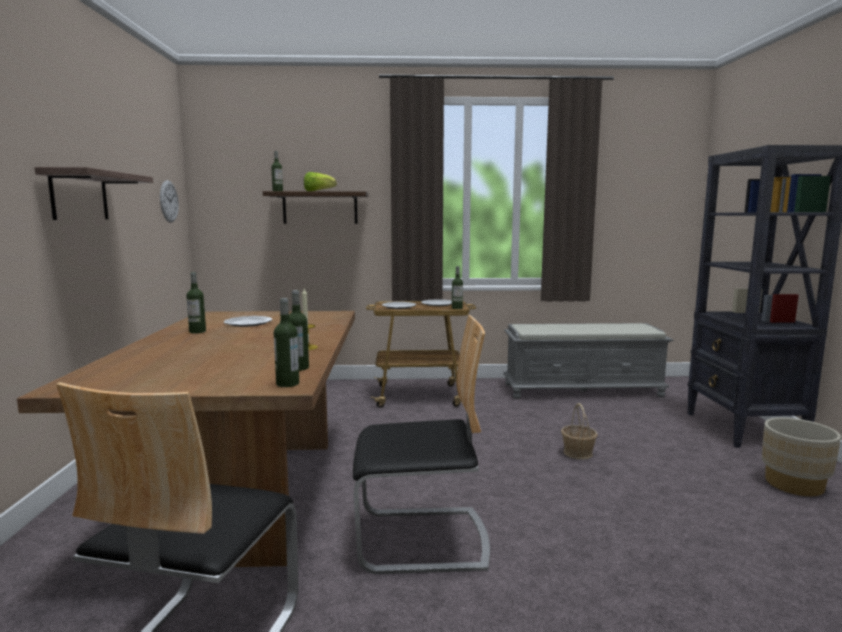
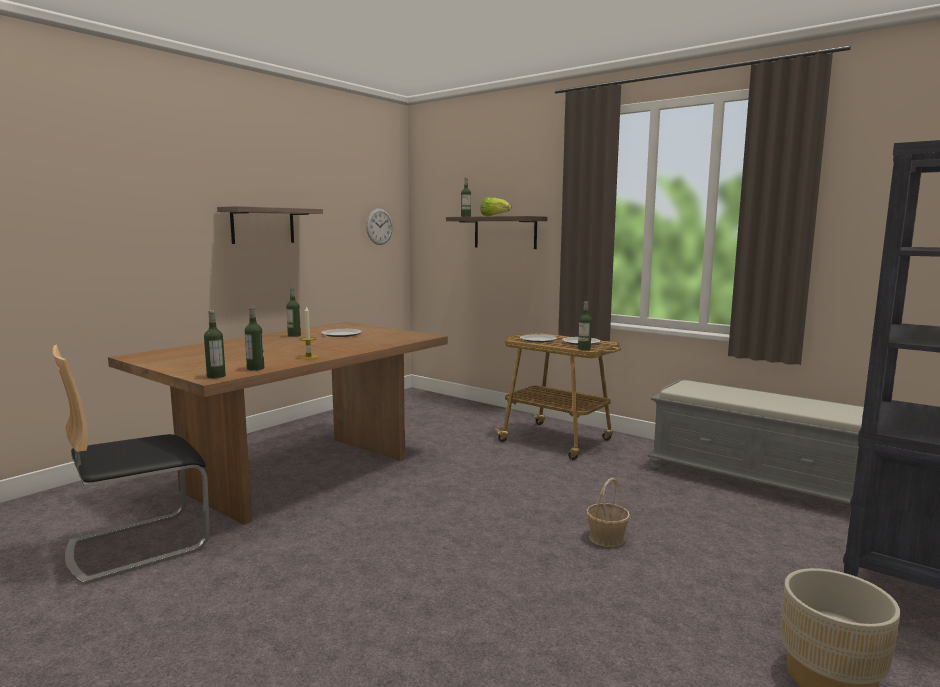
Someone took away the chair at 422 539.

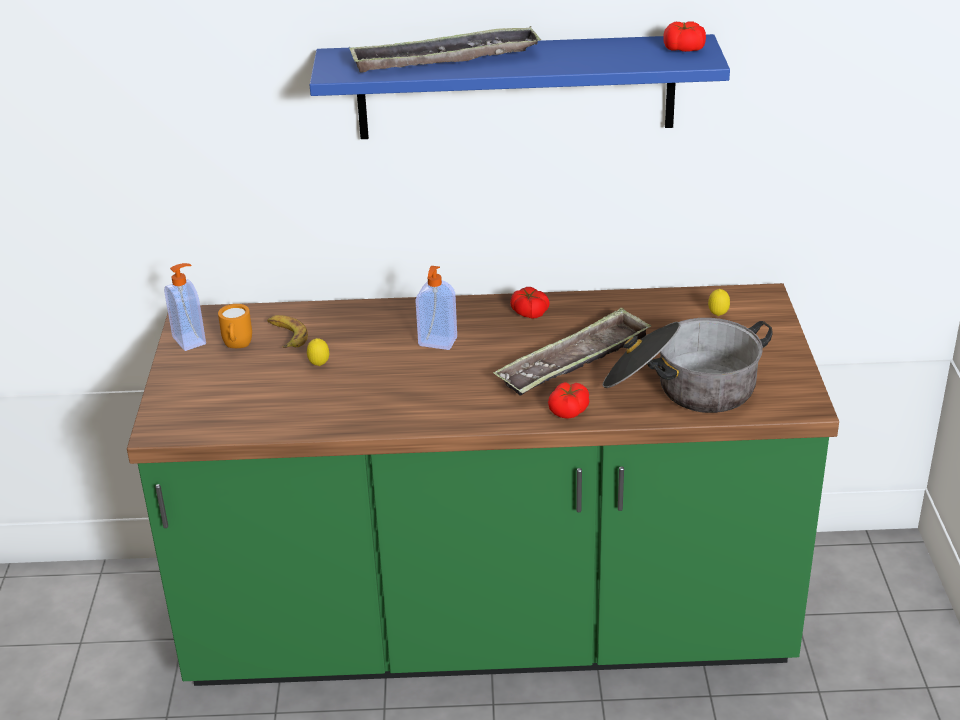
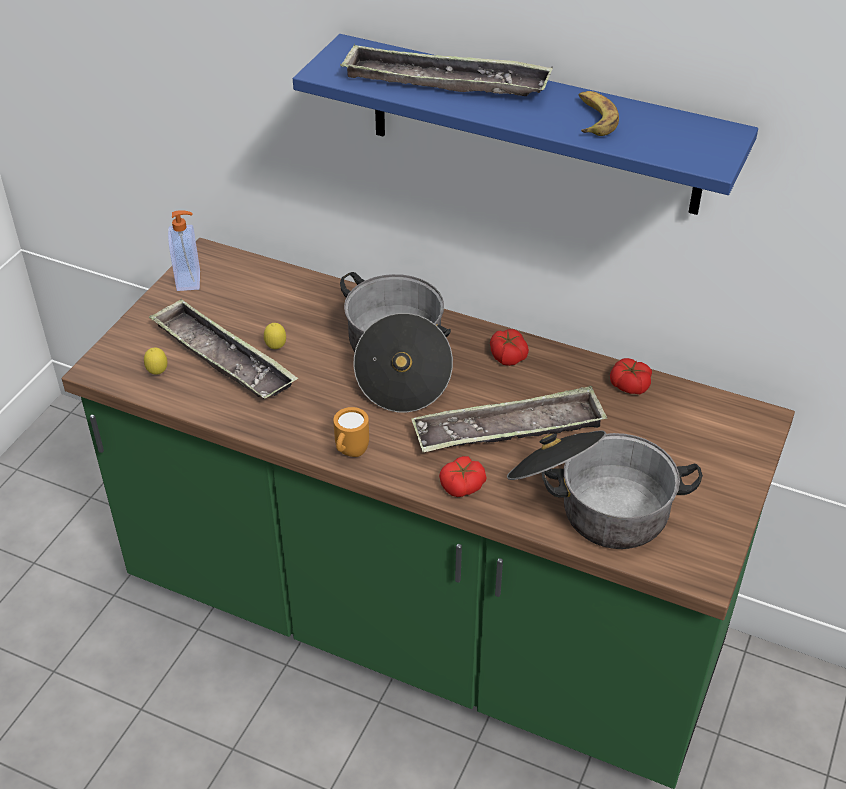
Someone put down the tray at 222 358. Someone carried the orange mug from 237 347 to 350 453. Someone carried the banana from 286 335 to 593 119. Someone carried the tomato from 684 49 to 629 385. Someone carried the lemon from 718 315 to 158 373. Someone swapped the soap dispenser at 437 342 for the cooking pot at 397 360.

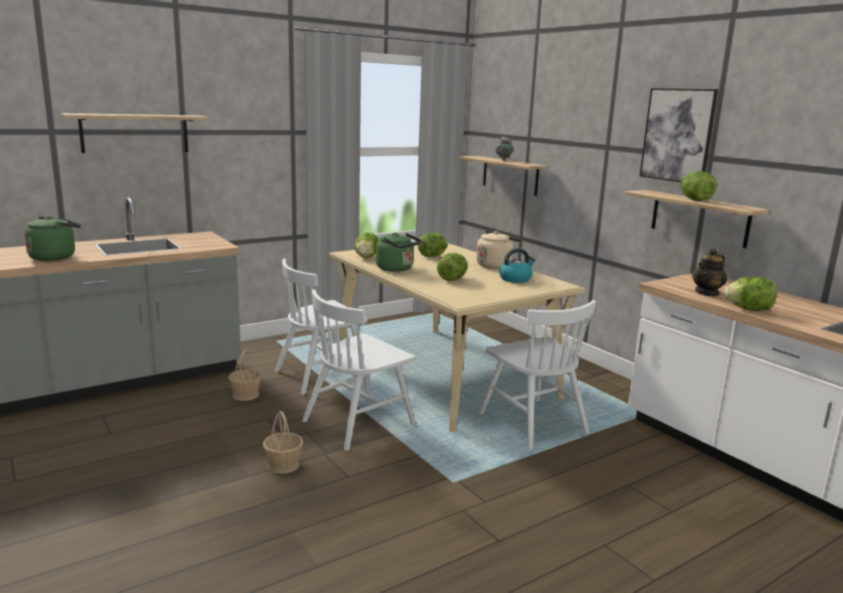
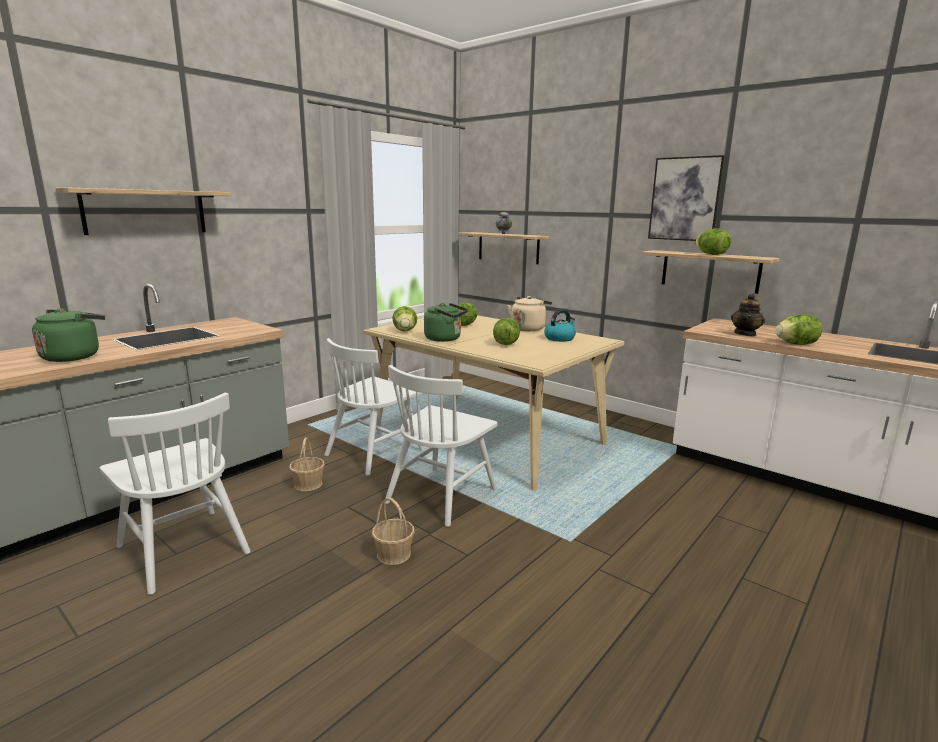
Someone carried the white chair from 532 422 to 183 549.

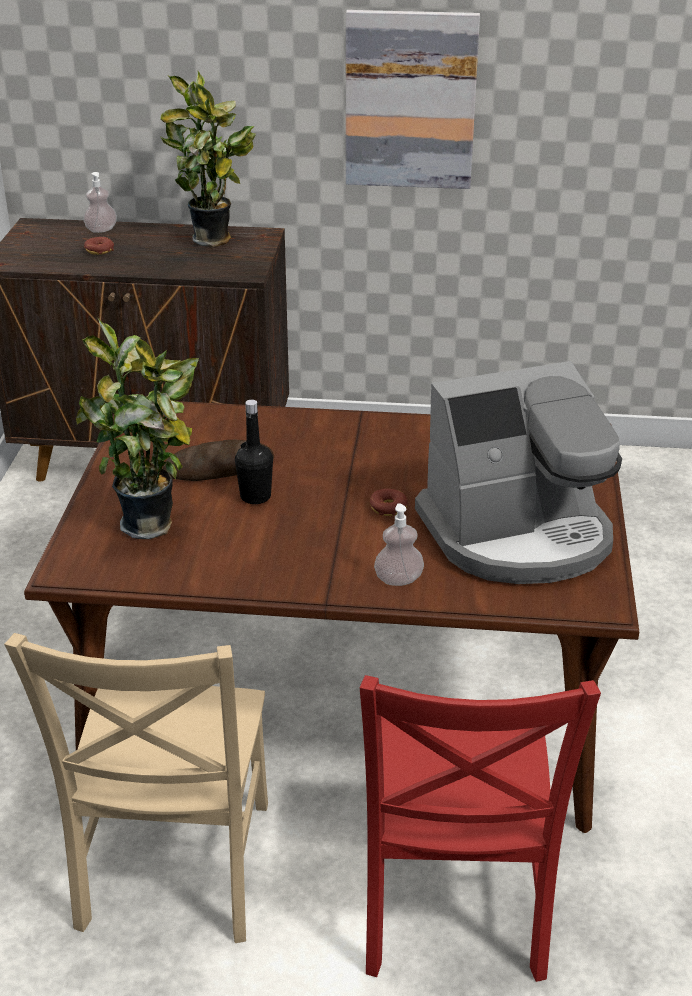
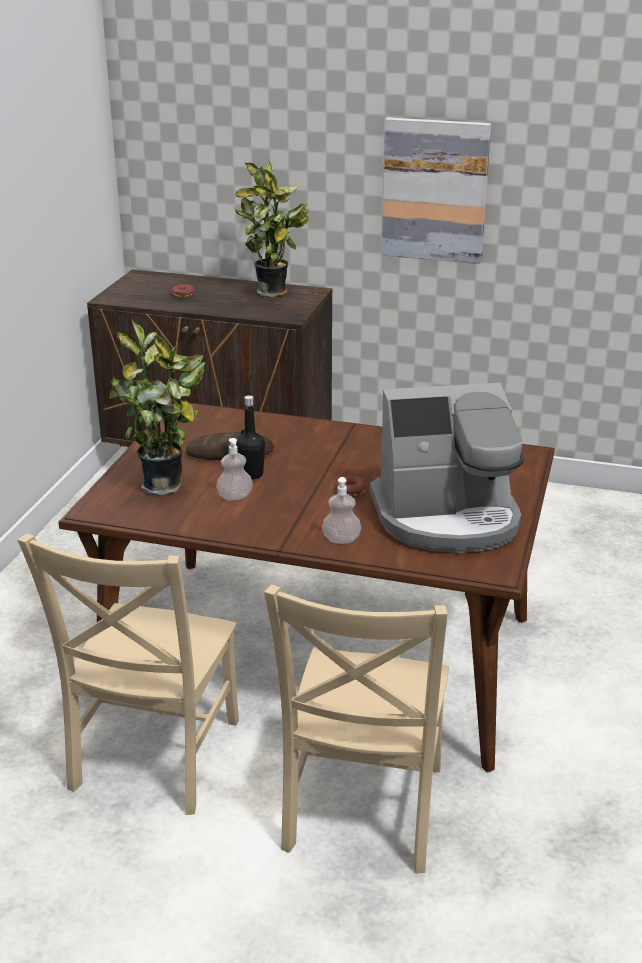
Someone carried the soap dispenser from 101 230 to 235 497. Someone repainted the red chair at 451 909, which became the beige chair at 362 813.

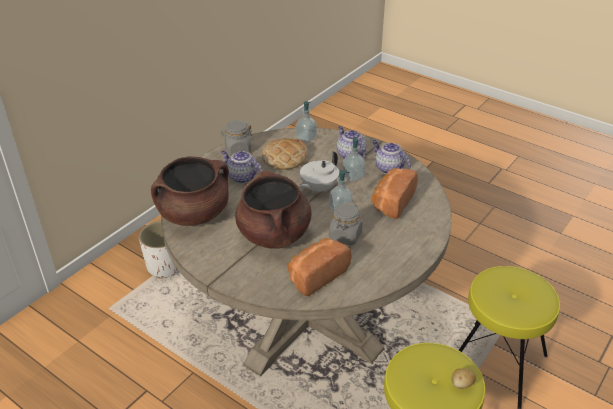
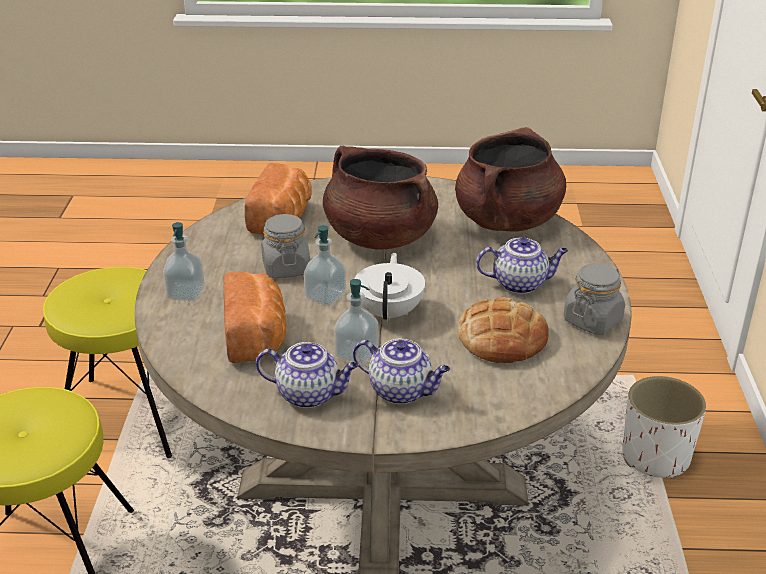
Someone took away the potato at 461 384. Someone carried the soap dispenser from 306 138 to 186 293.

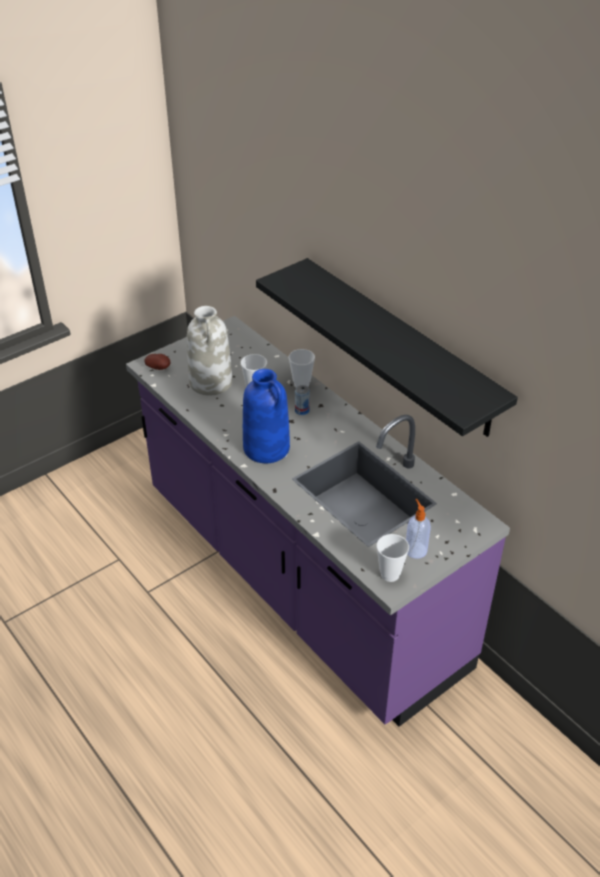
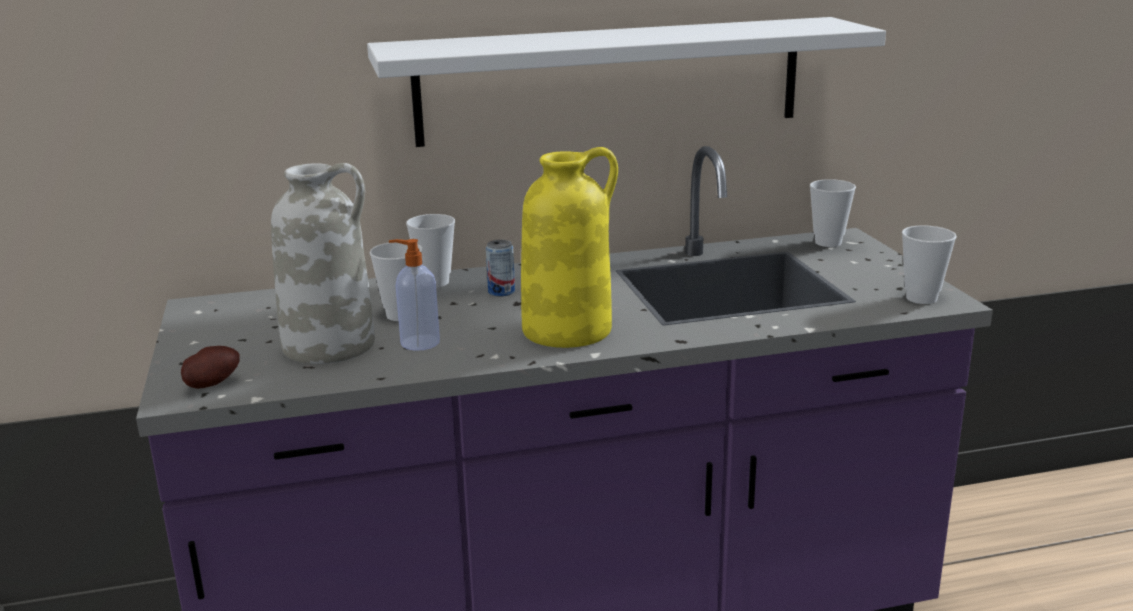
Someone put down the cup at 828 242. Someone carried the soap dispenser from 415 549 to 418 343. Someone repainted the blue vase at 267 448, which became the yellow vase at 568 329. Someone repainted the black shelf at 400 347, which became the white shelf at 611 81.

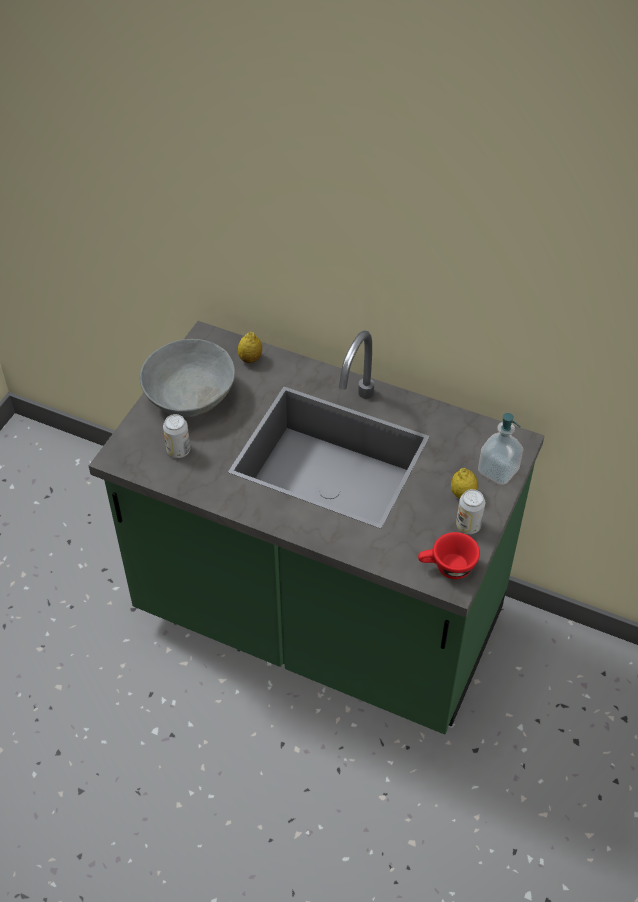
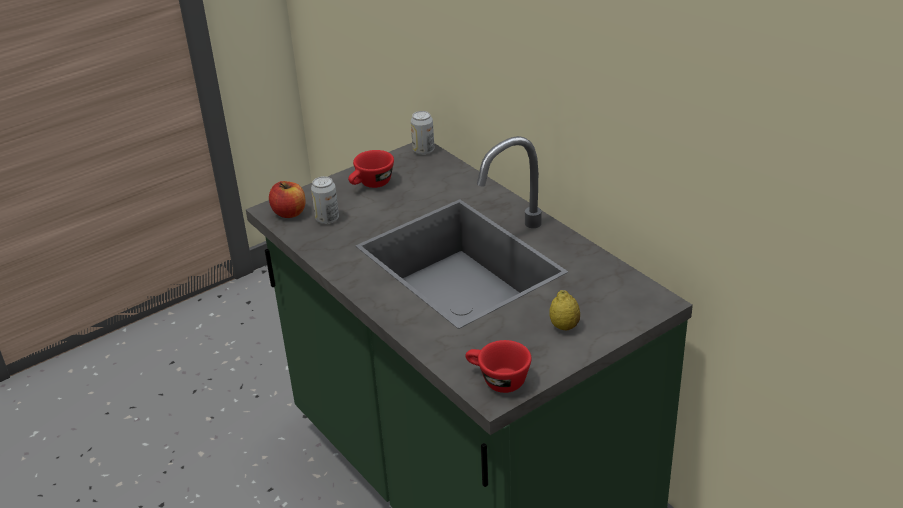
Someone took away the lemon at 250 359. Someone took away the soap dispenser at 498 471. Someone put down the apple at 289 213. Someone carried the can from 468 525 to 423 151. Someone swapped the grey bowl at 189 395 for the red cup at 371 184.

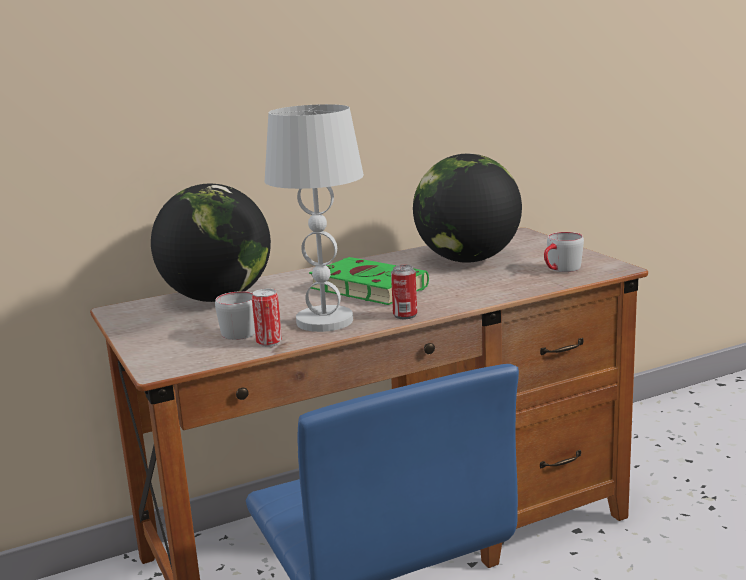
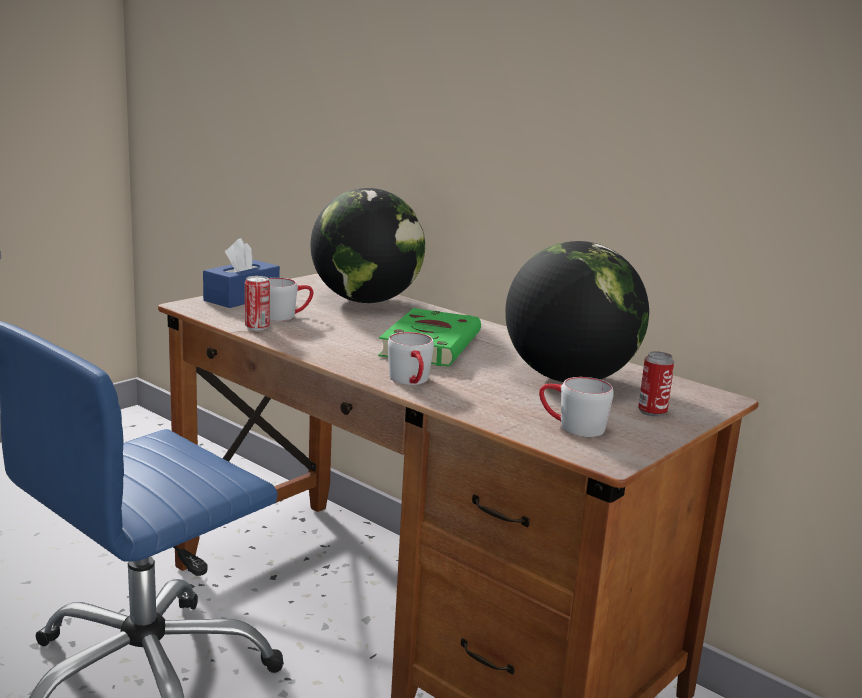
Someone took away the white table lamp at 325 321. Someone put down the blue tissue box at 242 297. Someone put down the grey mug at 412 381. Someone carried the can from 405 315 to 652 411.

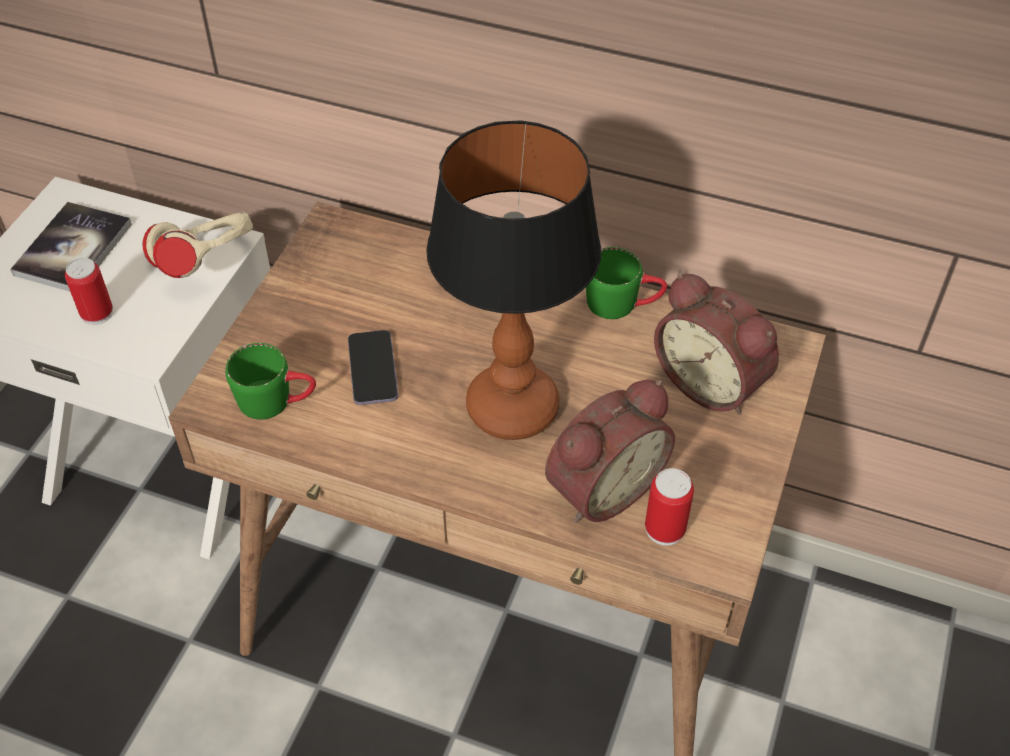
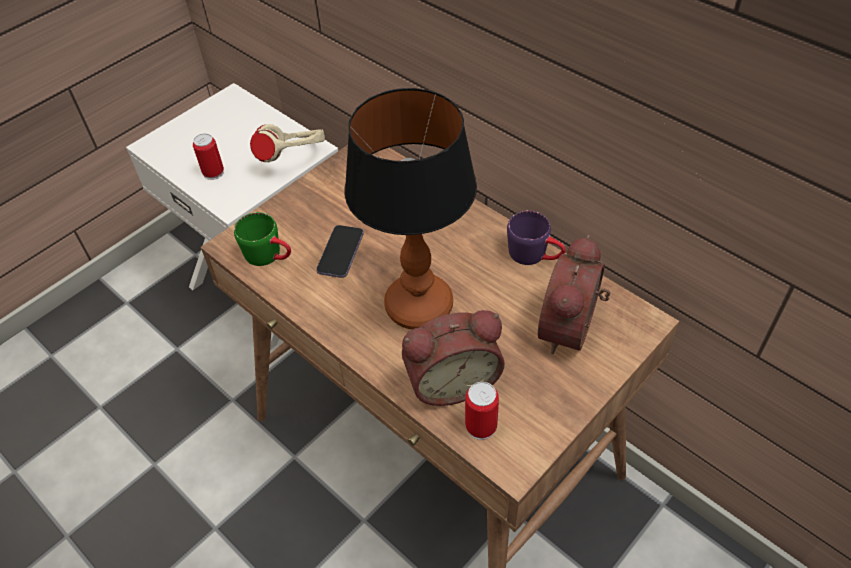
Someone took away the book at 73 249. Someone repainted the green mug at 623 303, which became the purple mug at 535 255. Someone rotated the alarm clock at 712 381 by 45 degrees clockwise.

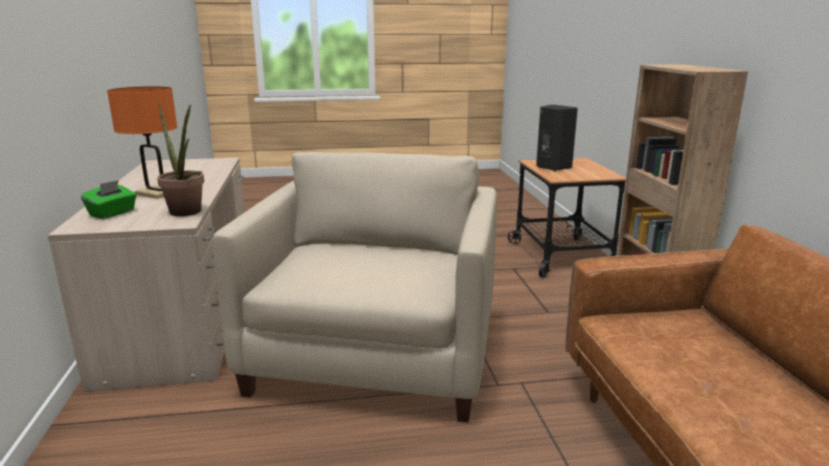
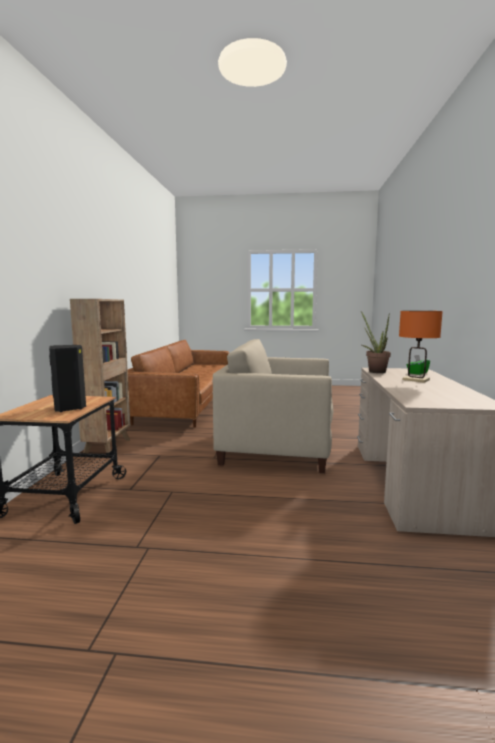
Someone rotated the beige armchair at 375 356 by 75 degrees clockwise.

